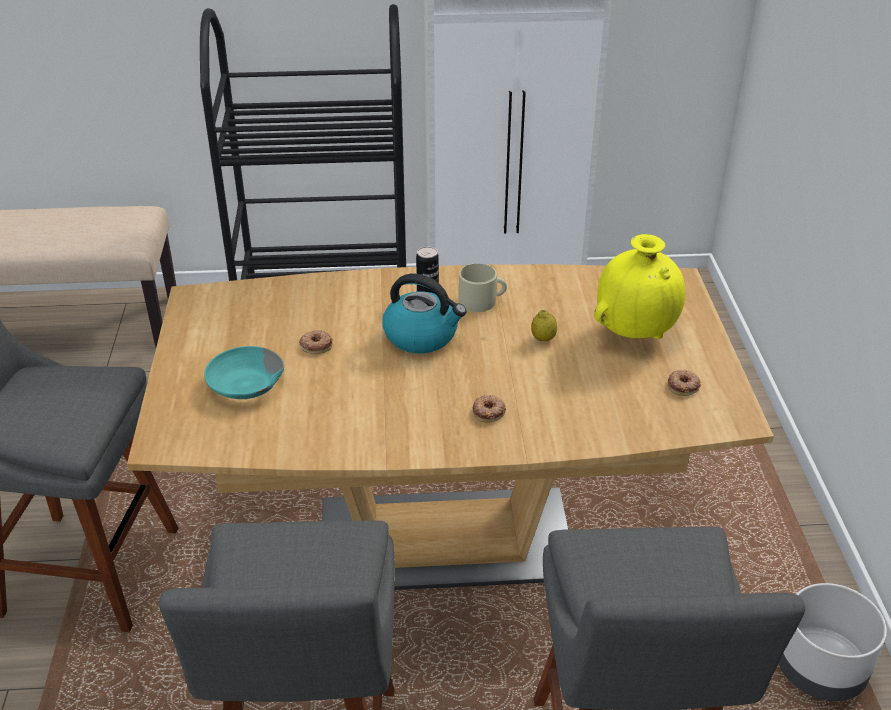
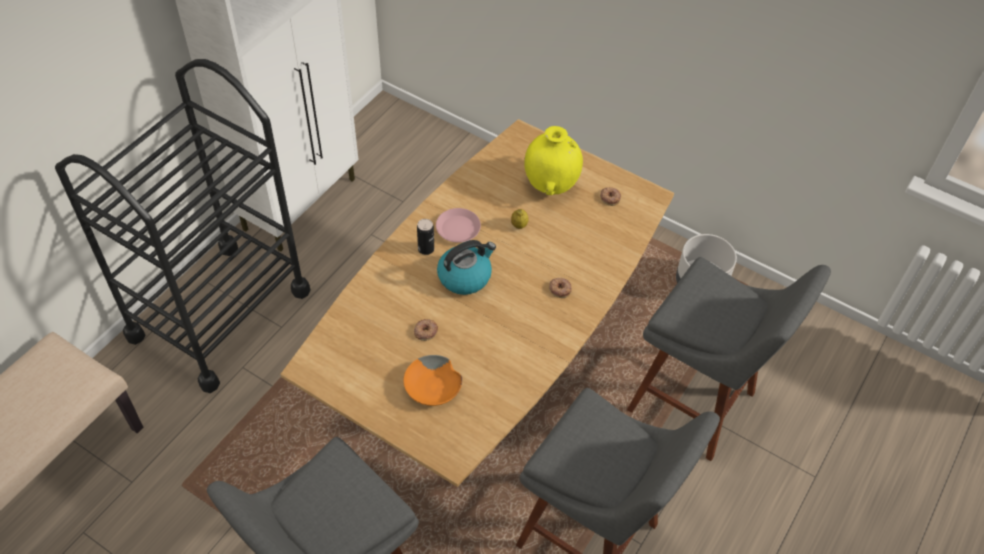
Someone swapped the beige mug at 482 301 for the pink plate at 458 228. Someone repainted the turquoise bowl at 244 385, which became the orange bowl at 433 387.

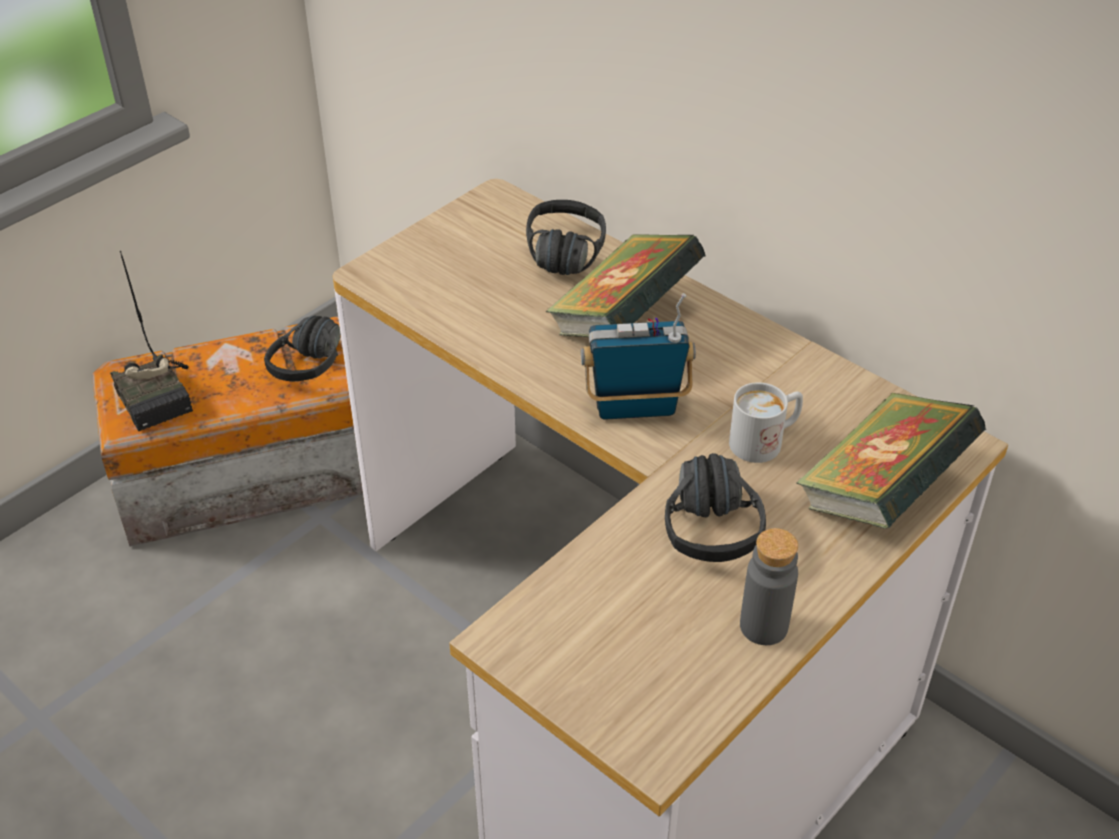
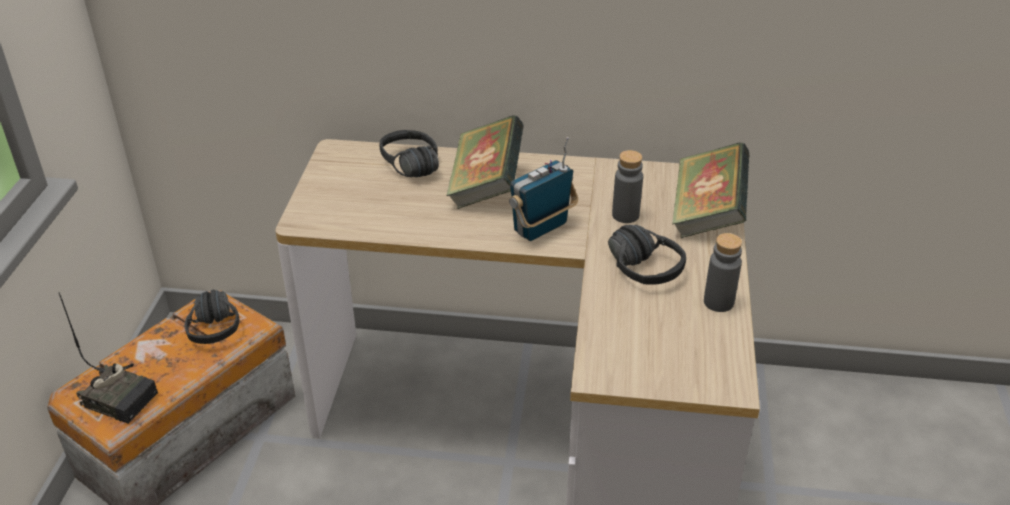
Someone swapped the white mug at 765 441 for the grey bottle at 625 215.

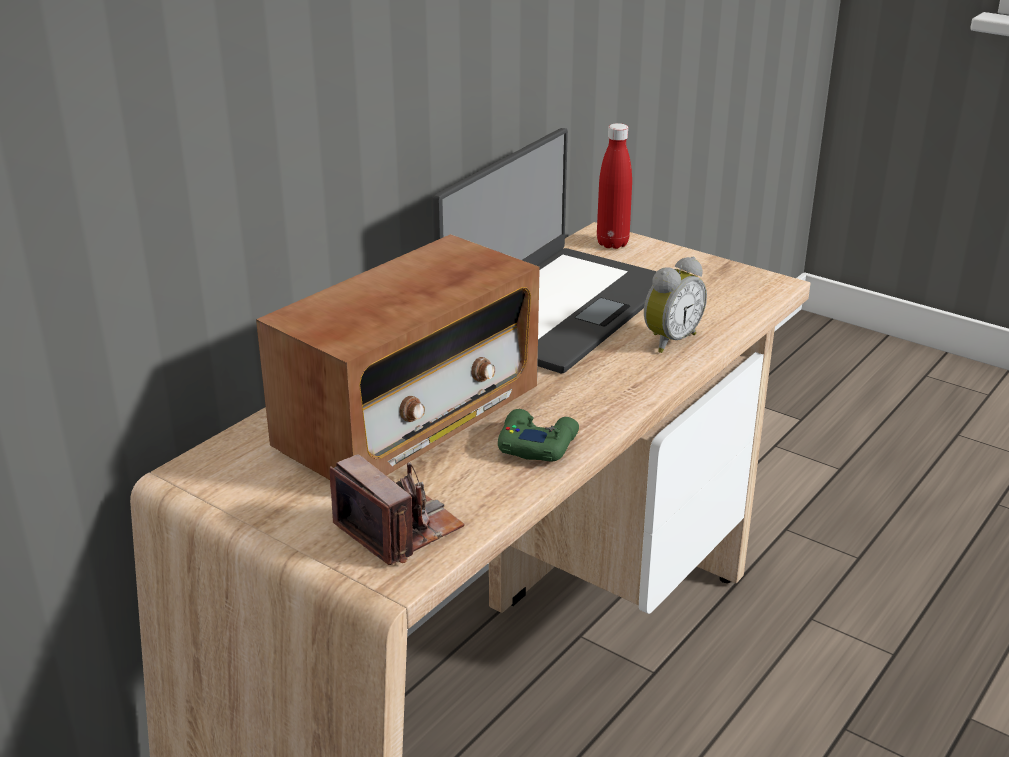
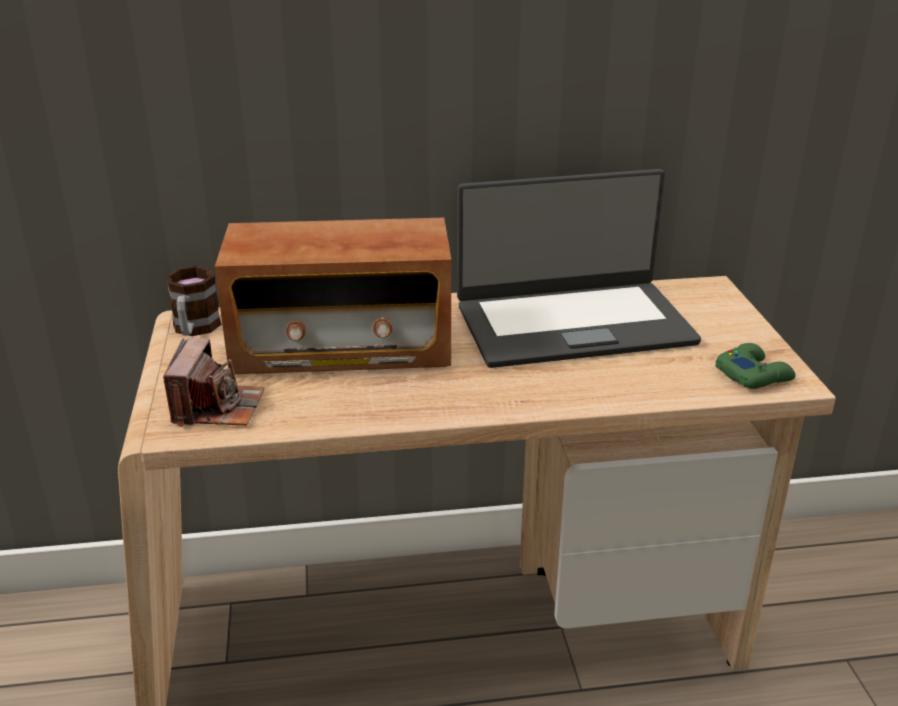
Someone took away the red bottle at 612 243. Someone took away the alarm clock at 669 340. Someone put down the mug at 194 329. Someone carried the green game controller from 537 444 to 753 375.

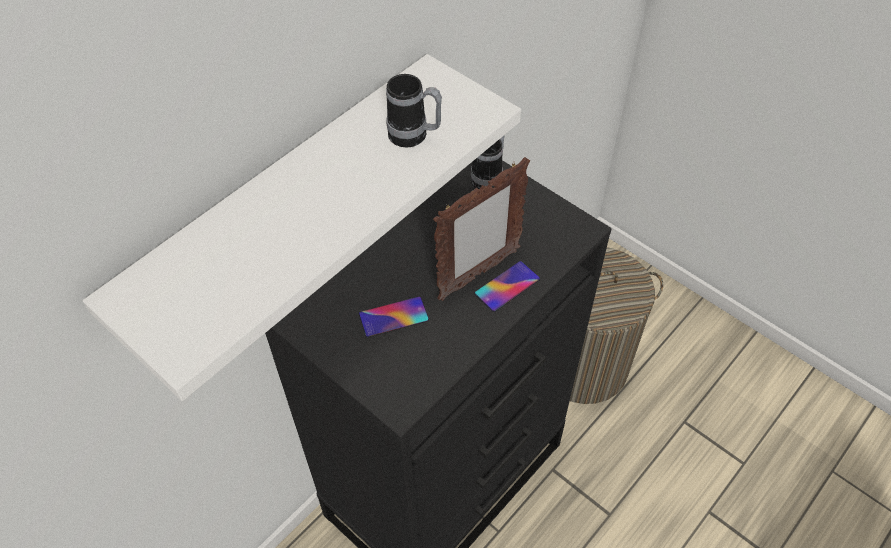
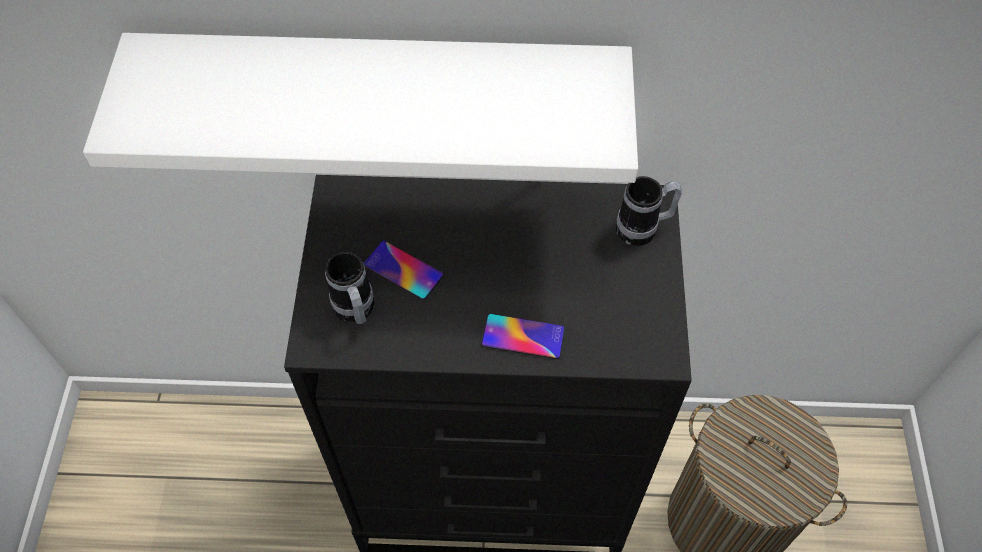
Someone took away the picture frame at 478 275. Someone carried the mug from 414 137 to 355 312.

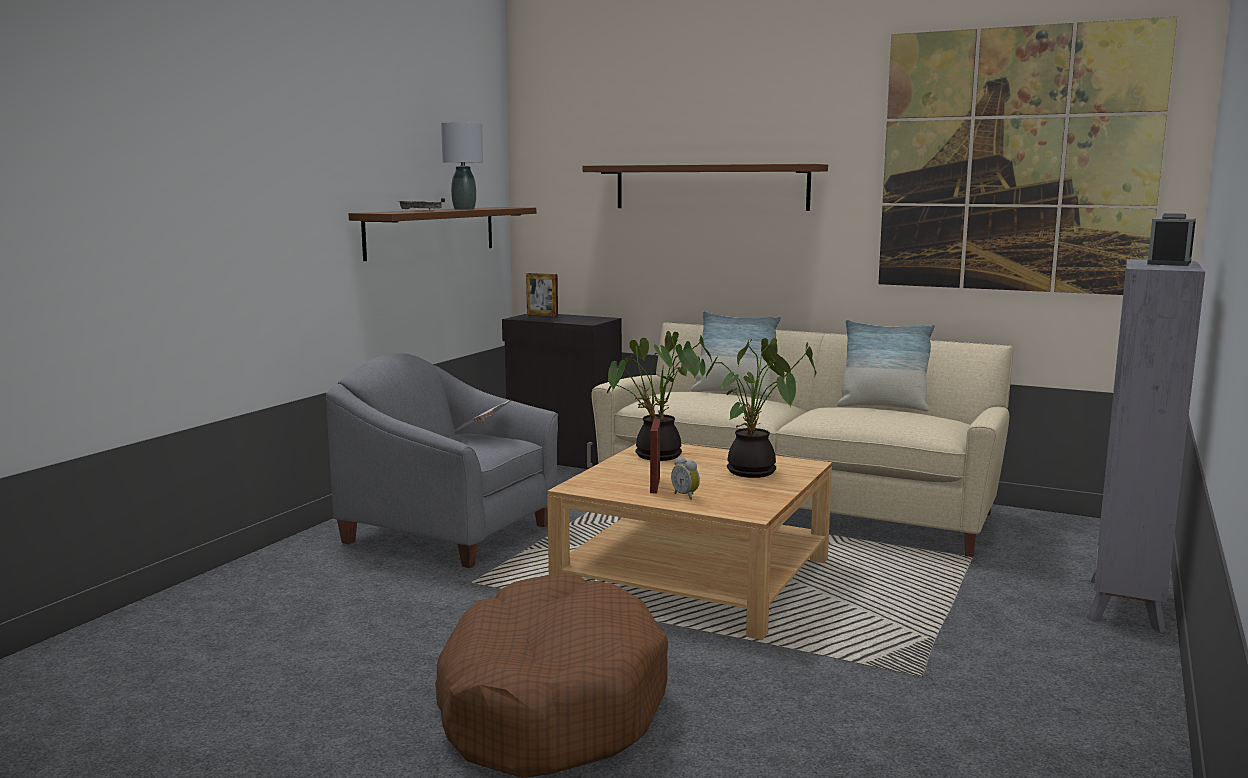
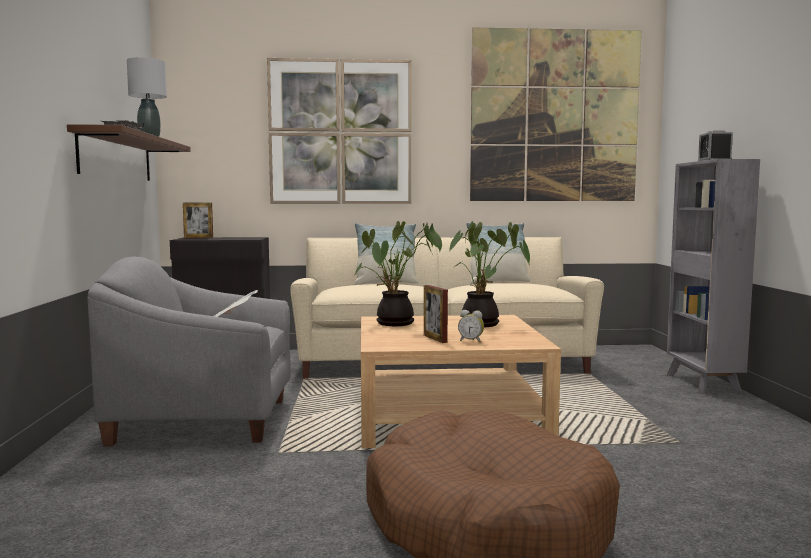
Someone swapped the brown shelf at 710 187 for the picture at 340 132.

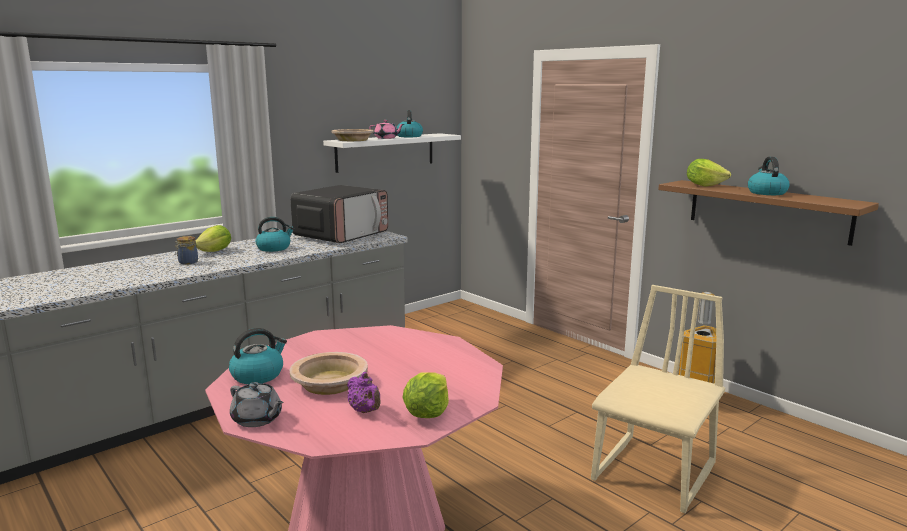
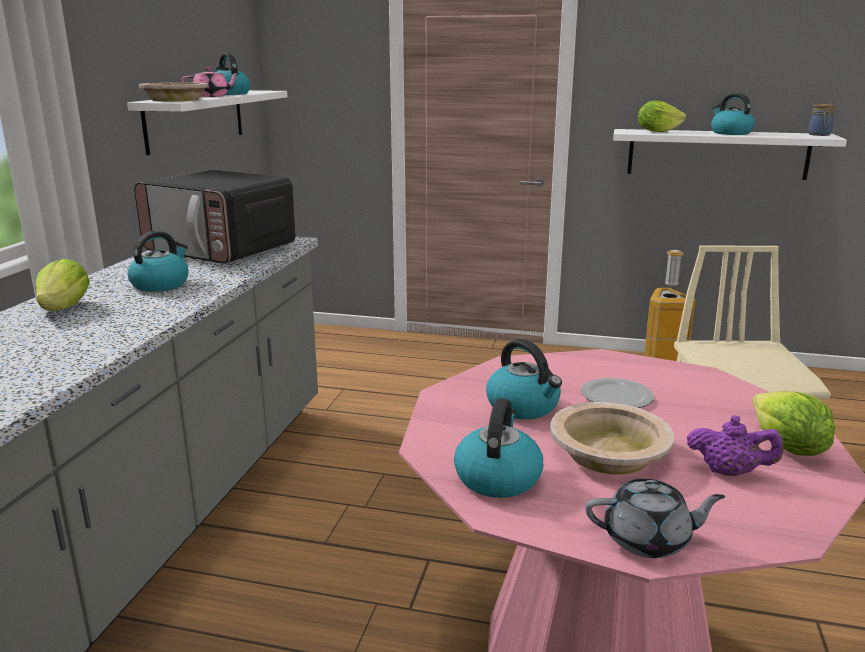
Someone put down the kettle at 524 407. Someone put down the plate at 615 396. Someone carried the jar from 187 262 to 819 135. Someone repainted the brown shelf at 767 211, which became the white shelf at 717 154. Someone rotated the microwave at 342 235 by 120 degrees clockwise.

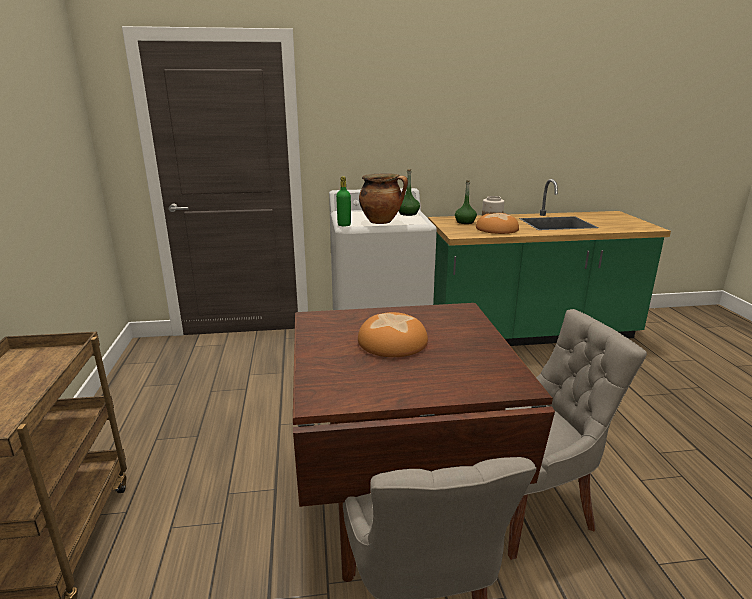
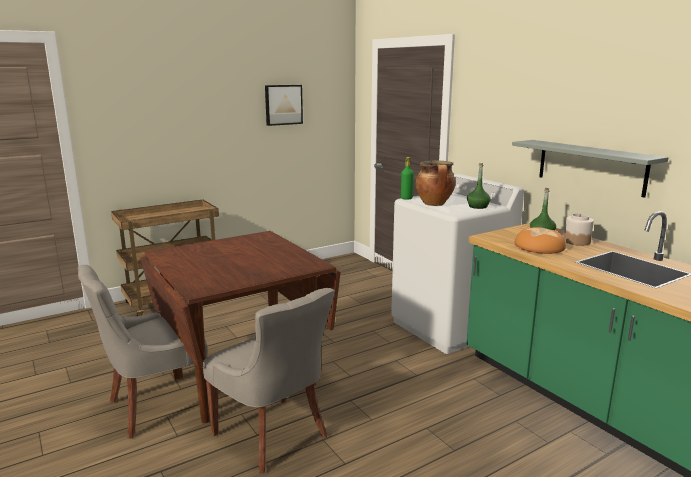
Someone took away the bread at 392 342. Someone put up the picture at 283 104. Someone put up the grey shelf at 590 167.

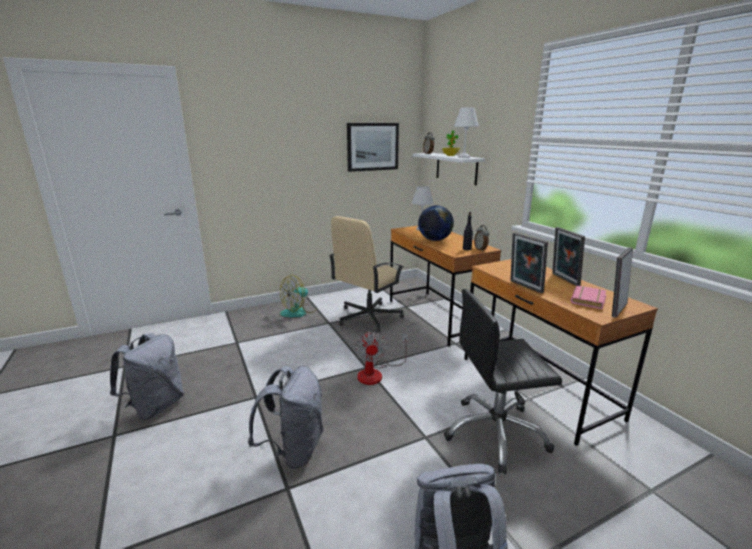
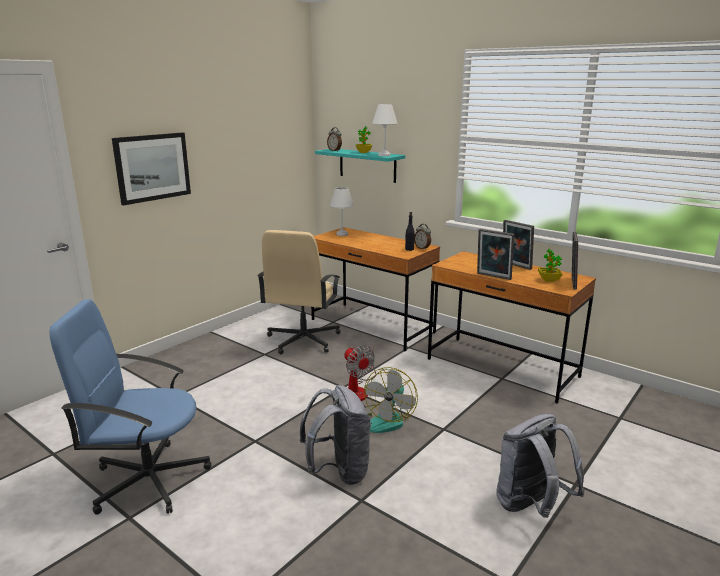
Someone took away the globe at 434 240. Someone took away the black office chair at 495 433. Someone carried the fan from 299 311 to 388 419. Someone carried the picture from 372 147 to 152 167. Someone swapped the grey backpack at 156 406 for the blue office chair at 148 479. Someone swapped the pink book at 589 301 for the potted plant at 548 280. Someone repainted the white shelf at 456 168, which became the turquoise shelf at 367 165.

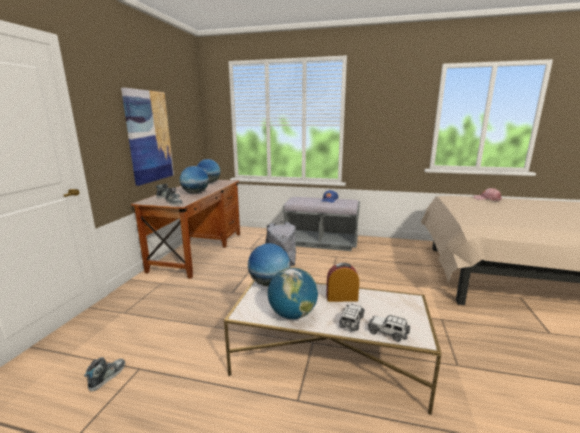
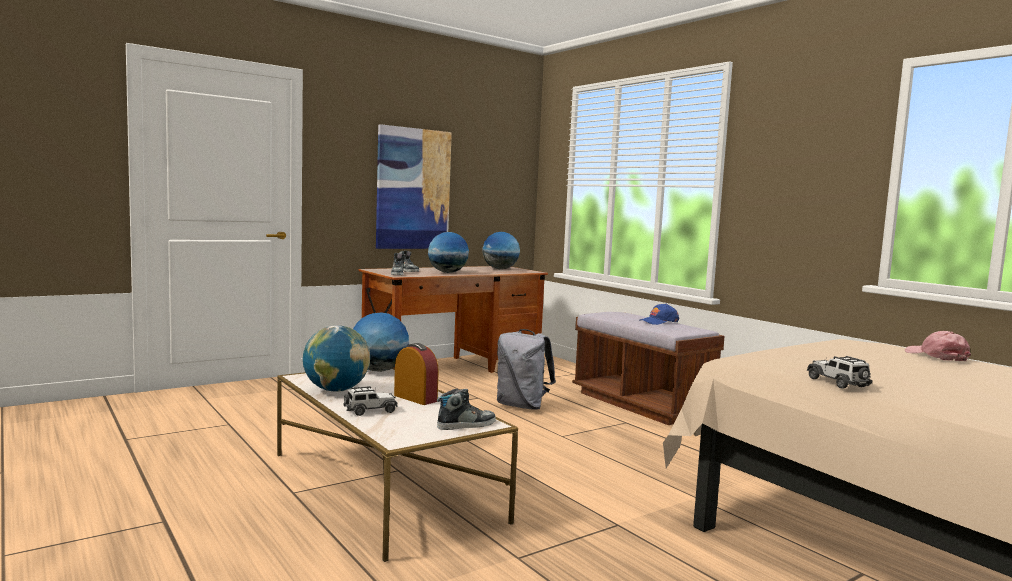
Someone carried the shoe from 107 376 to 466 425. Someone carried the toy car from 388 333 to 838 383. Someone repainted the grey bench at 321 243, which became the brown bench at 641 404.

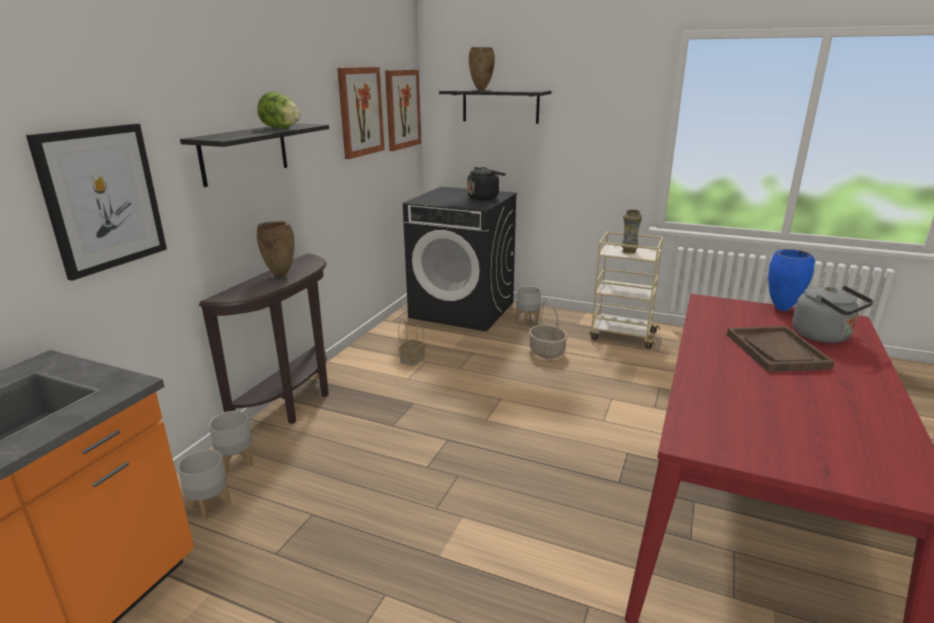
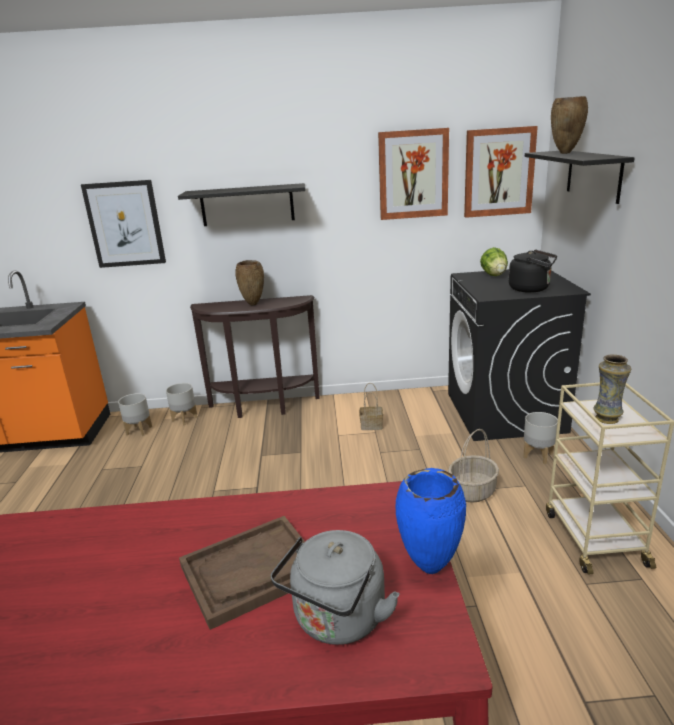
Someone carried the lettuce from 280 128 to 494 275.

